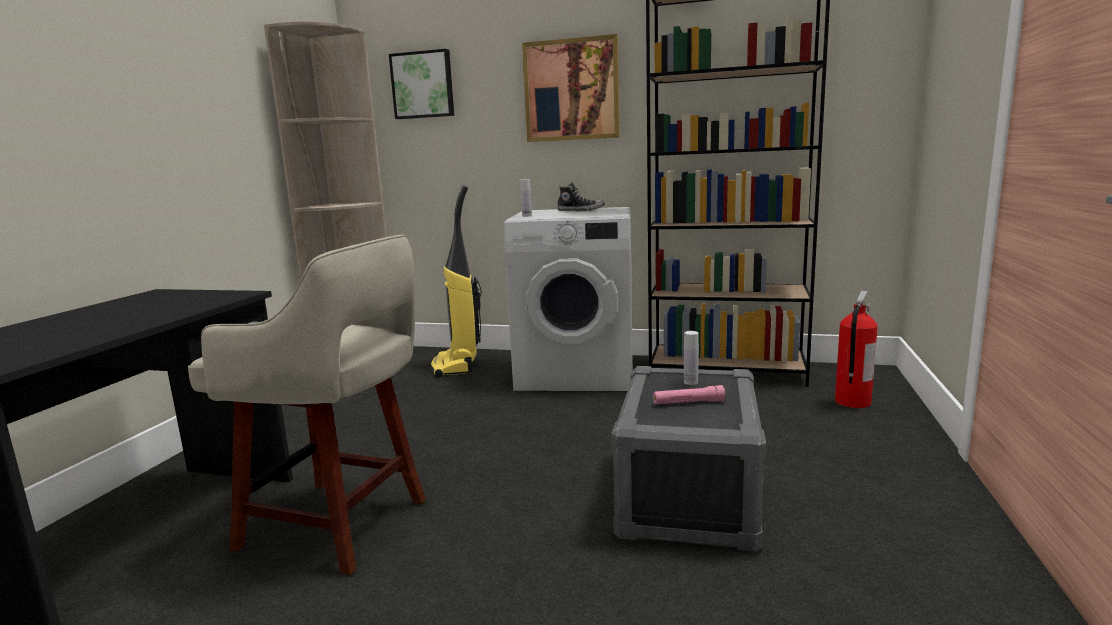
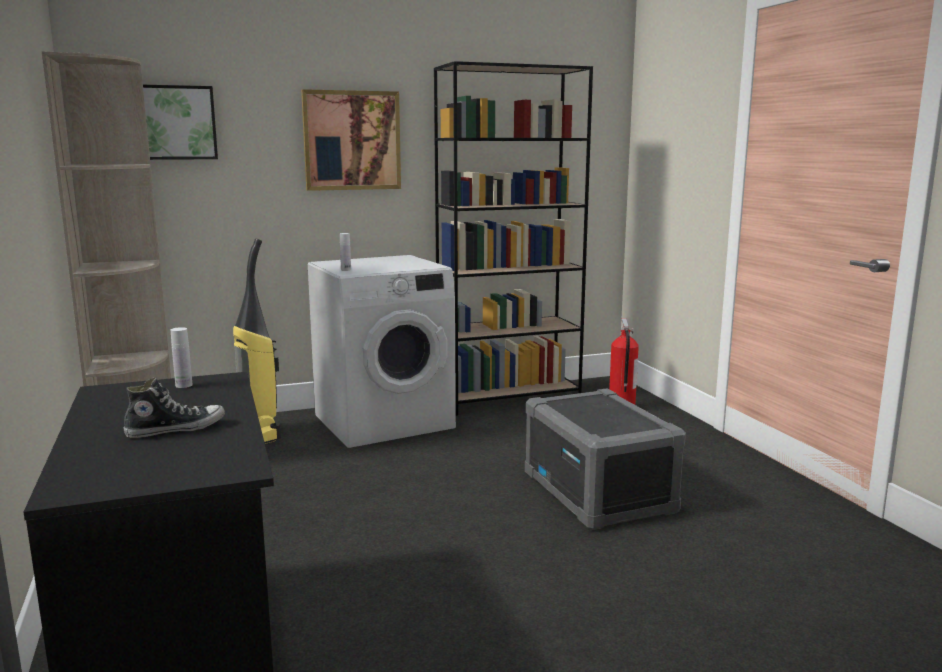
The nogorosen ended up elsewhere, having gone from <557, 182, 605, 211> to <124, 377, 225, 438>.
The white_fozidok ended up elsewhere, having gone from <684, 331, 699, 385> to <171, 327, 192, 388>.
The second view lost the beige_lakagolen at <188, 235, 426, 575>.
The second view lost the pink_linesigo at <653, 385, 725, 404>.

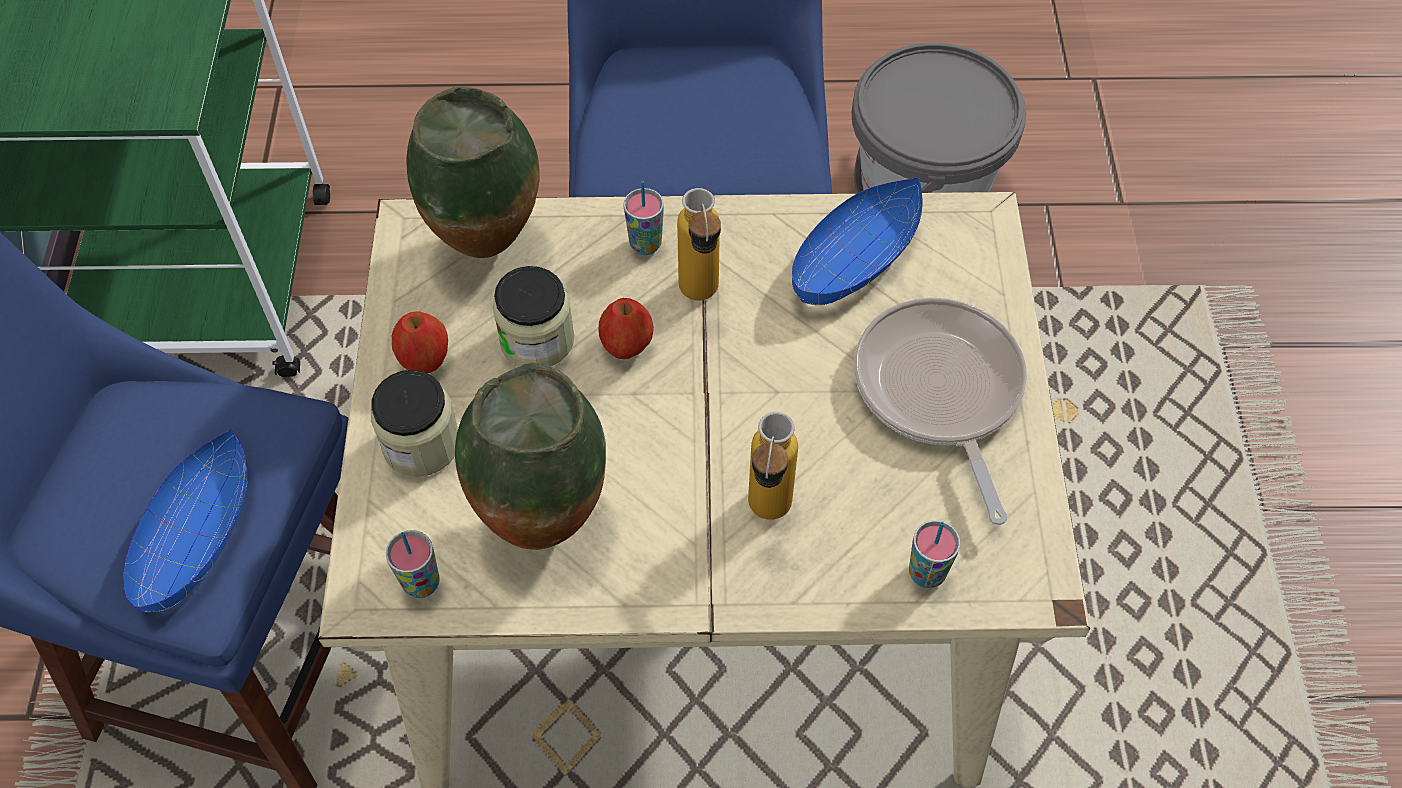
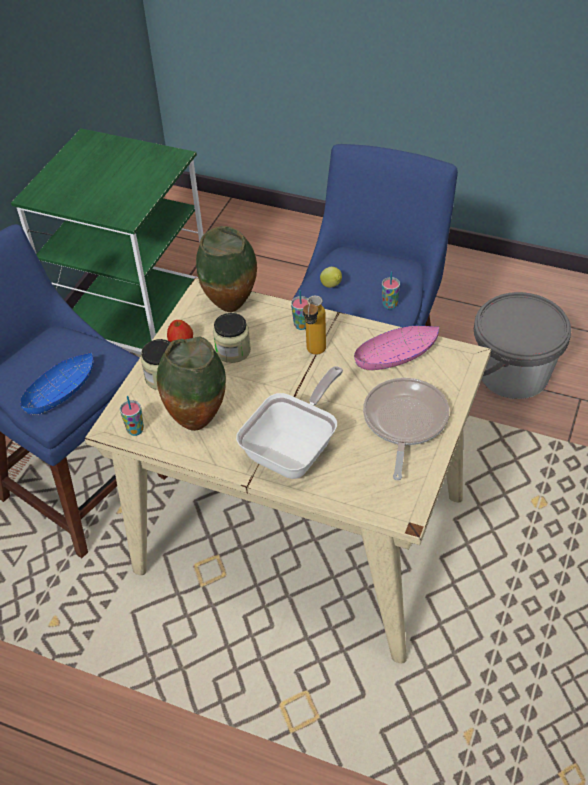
Where the fozidok stood at <748, 412, 798, 520>, the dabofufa came to stand at <236, 366, 343, 479>.
The second view gained the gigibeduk at <320, 267, 342, 288>.
What was the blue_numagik at <792, 177, 922, 305> turned into the pink_numagik at <354, 326, 439, 371>.
The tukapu ended up elsewhere, having gone from <909, 520, 960, 588> to <382, 271, 400, 309>.
The second view lost the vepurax at <599, 298, 654, 359>.

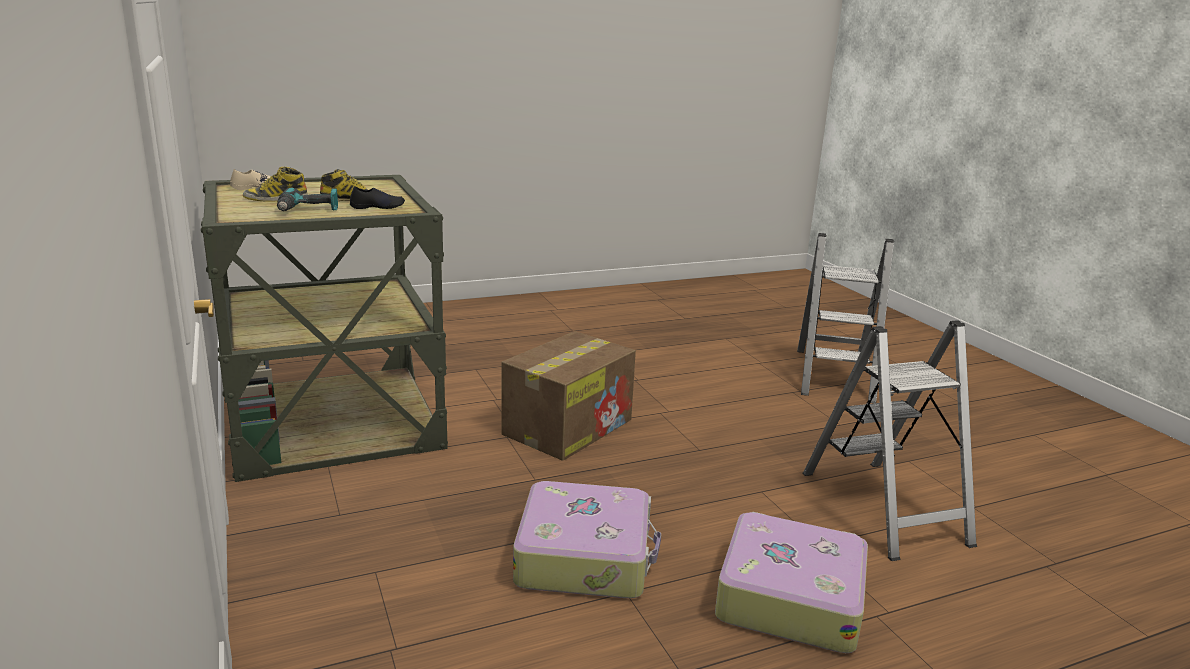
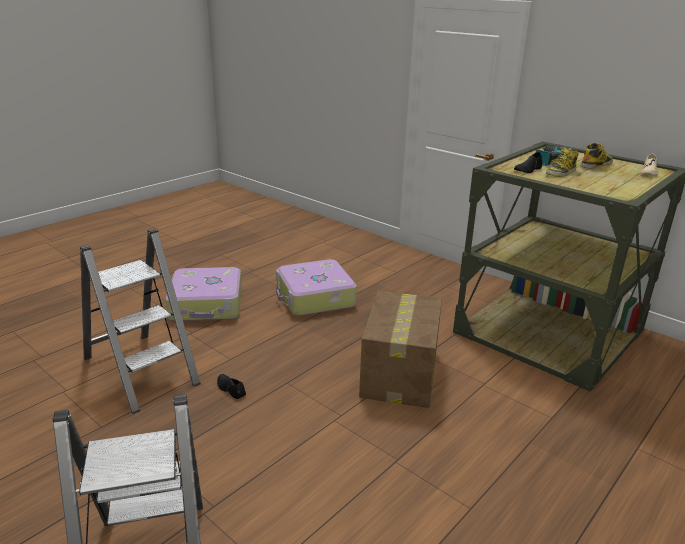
The second view gained the black_nogorosen at <217, 374, 246, 399>.

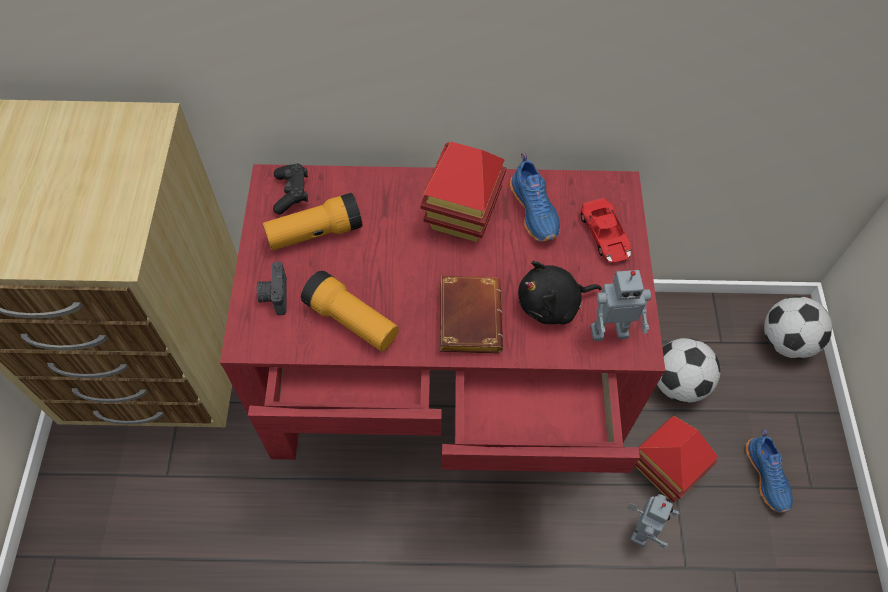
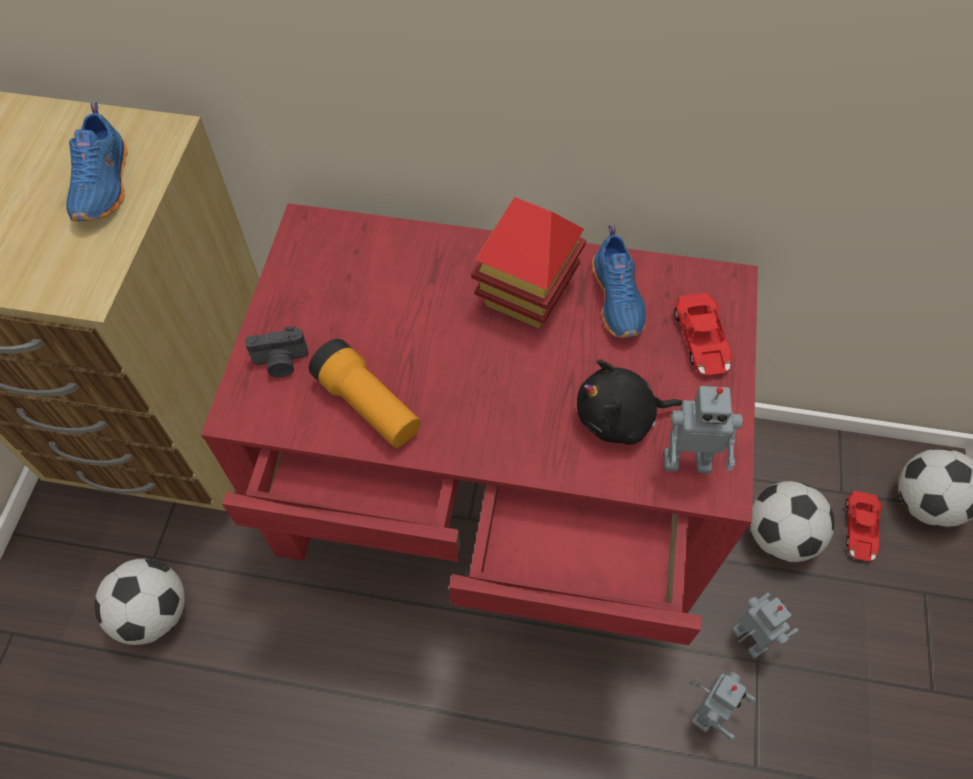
The blue_nogorosen ended up elsewhere, having gone from <746, 430, 793, 512> to <66, 102, 127, 221>.
The second view gained the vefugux at <95, 559, 185, 645>.
The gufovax at <257, 262, 287, 315> ended up facing another way, 105 degrees counterclockwise from before.
Where the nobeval stood at <635, 416, 718, 502>, the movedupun came to stand at <732, 592, 799, 659>.
The second view gained the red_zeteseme at <845, 491, 882, 561>.
The second view lost the linesigo at <263, 193, 363, 251>.
The second view lost the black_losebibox at <273, 163, 308, 214>.
The second view lost the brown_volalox at <440, 275, 503, 353>.

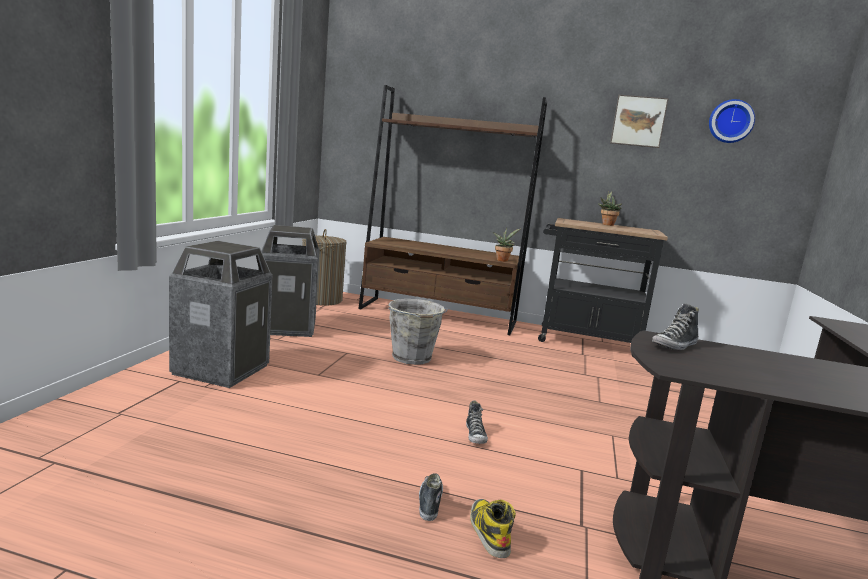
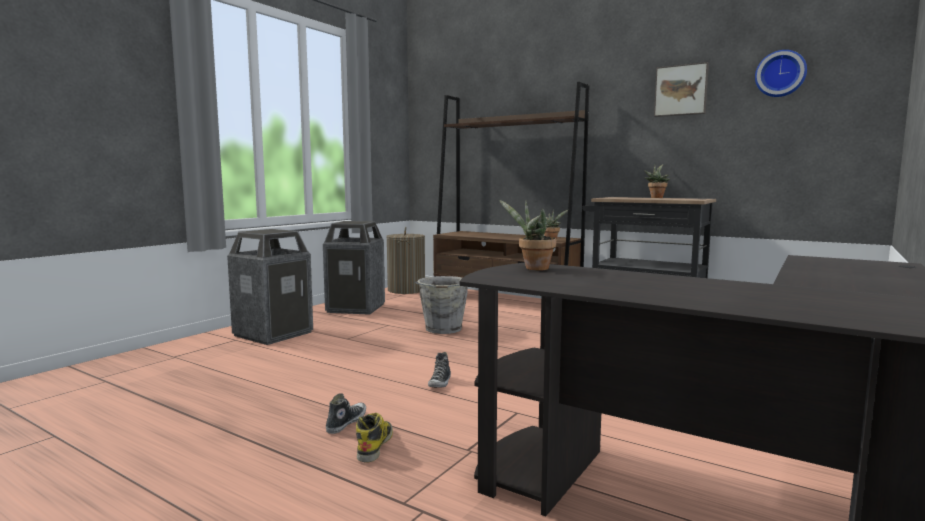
Where the nogorosen stood at <652, 303, 699, 350>, the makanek came to stand at <499, 200, 556, 270>.

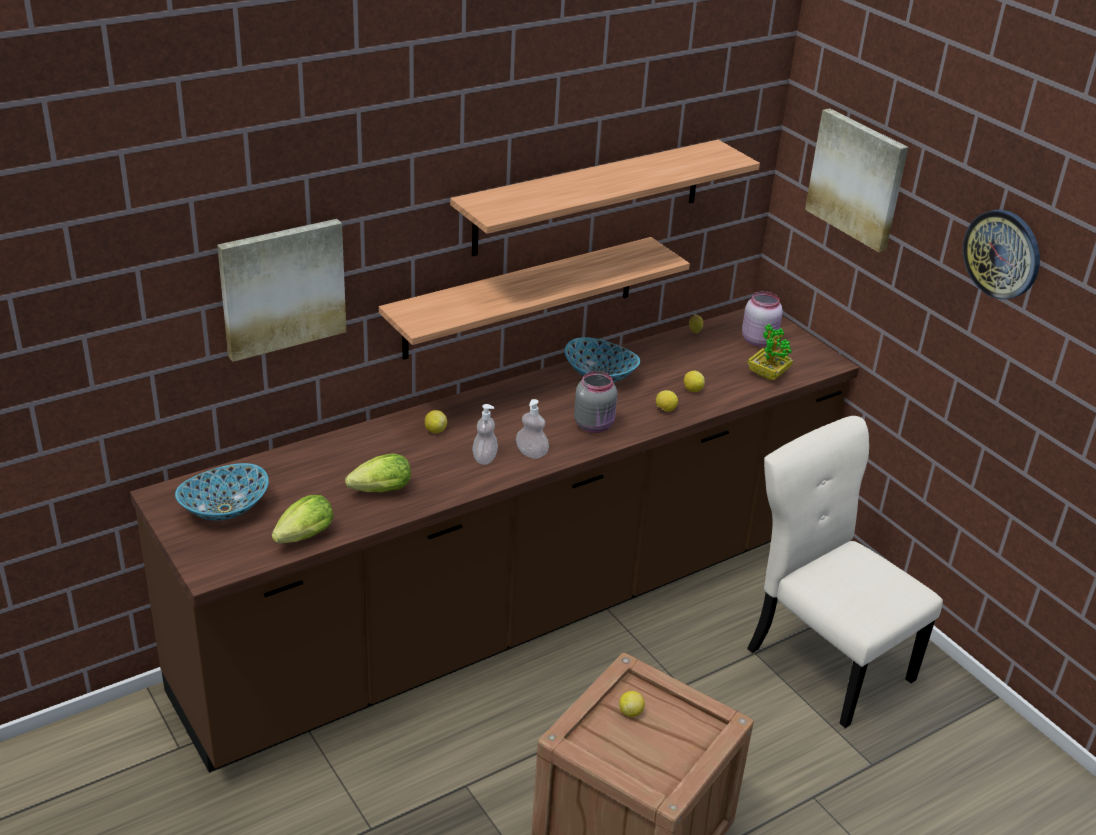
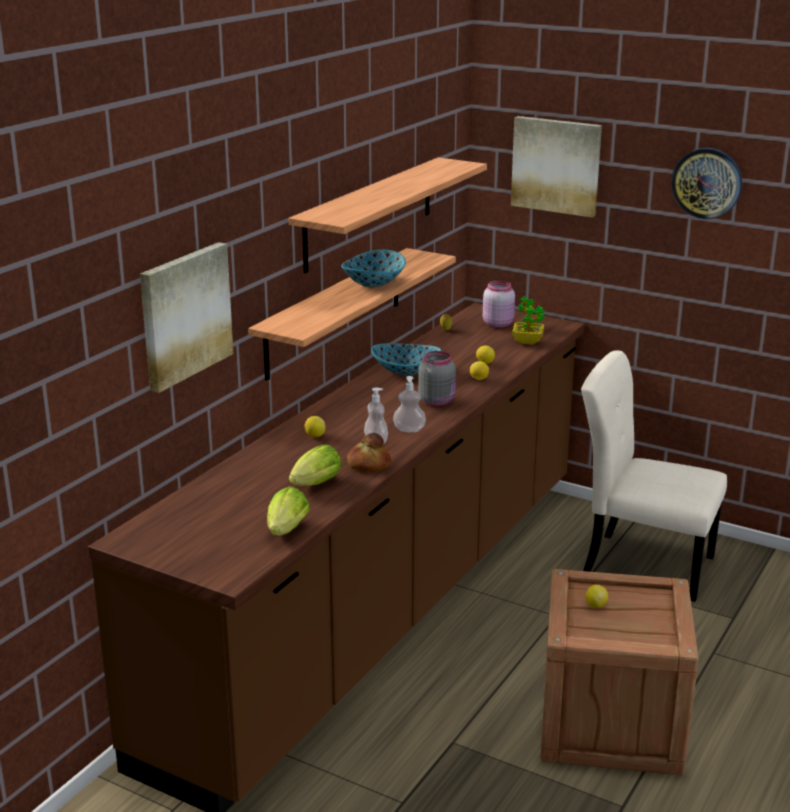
The numagik ended up elsewhere, having gone from <175, 463, 269, 521> to <341, 250, 406, 287>.
The second view gained the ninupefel at <347, 433, 391, 472>.

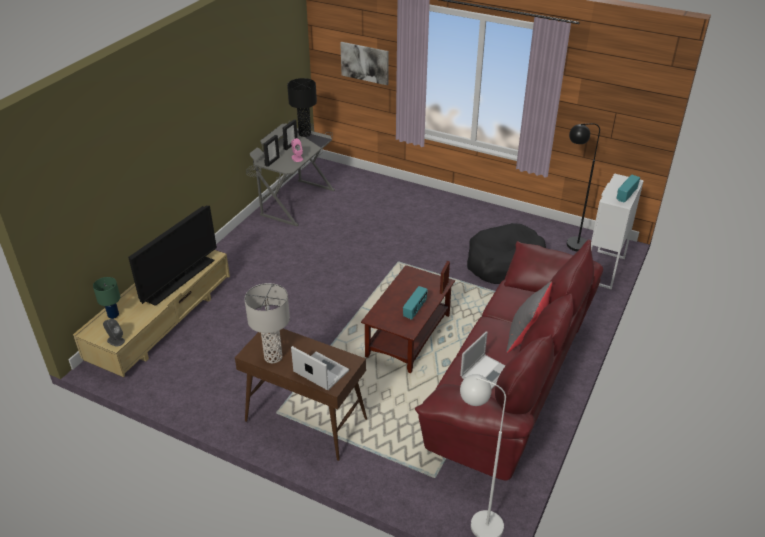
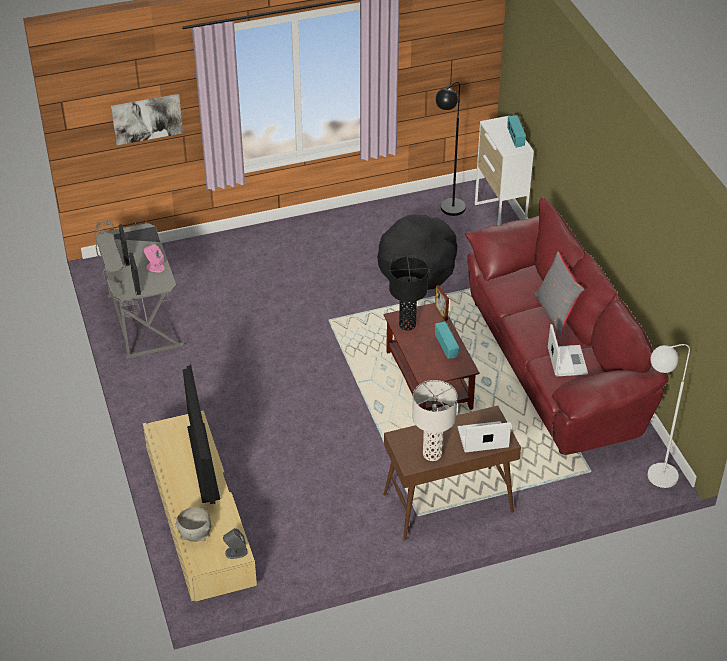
Where the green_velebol stood at <93, 277, 120, 319>, the grey_numagik came to stand at <174, 507, 212, 542>.
The black_velebol ended up elsewhere, having gone from <287, 78, 317, 137> to <389, 256, 429, 330>.

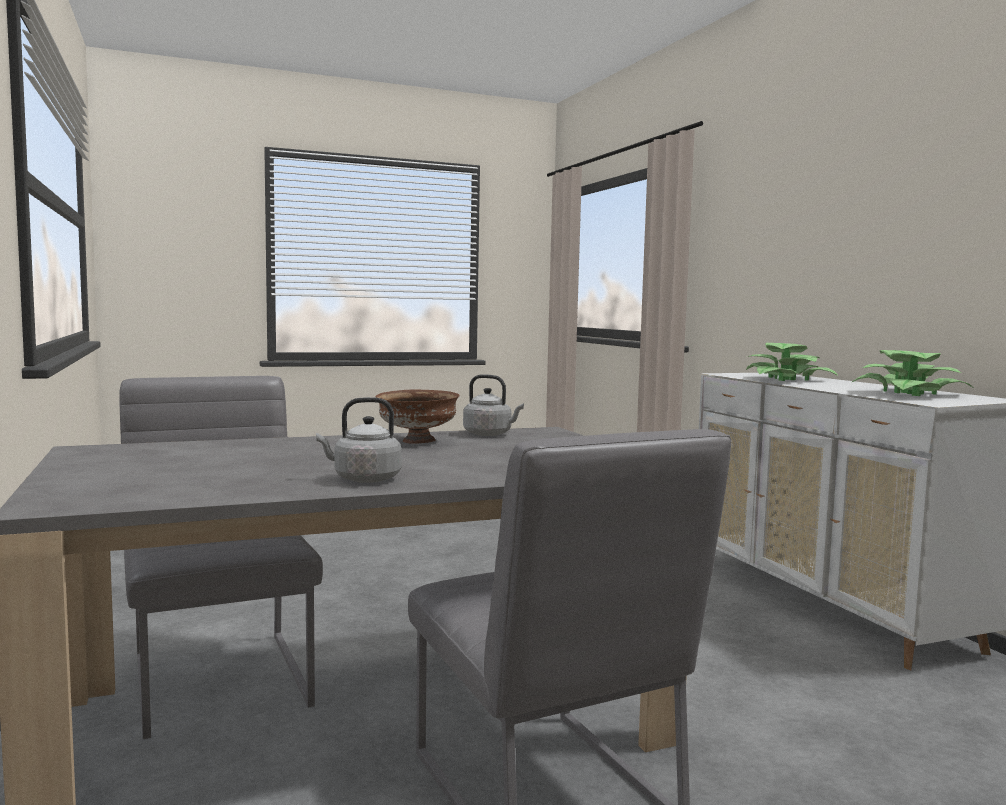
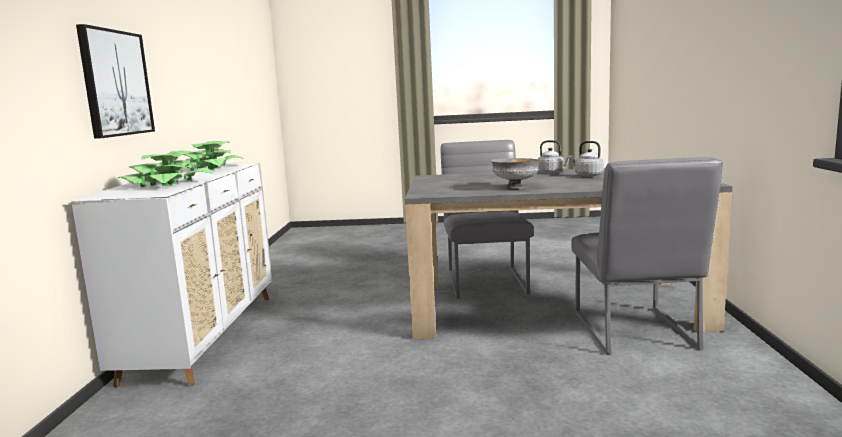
The second view gained the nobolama at <76, 24, 155, 139>.
What was the brown_numagik at <376, 390, 460, 444> turned into the grey_numagik at <491, 158, 541, 189>.
The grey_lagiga ended up elsewhere, having gone from <463, 374, 524, 436> to <569, 141, 604, 177>.

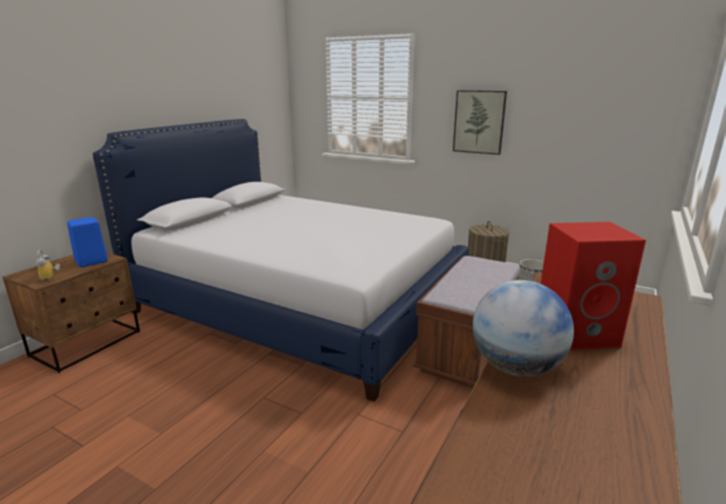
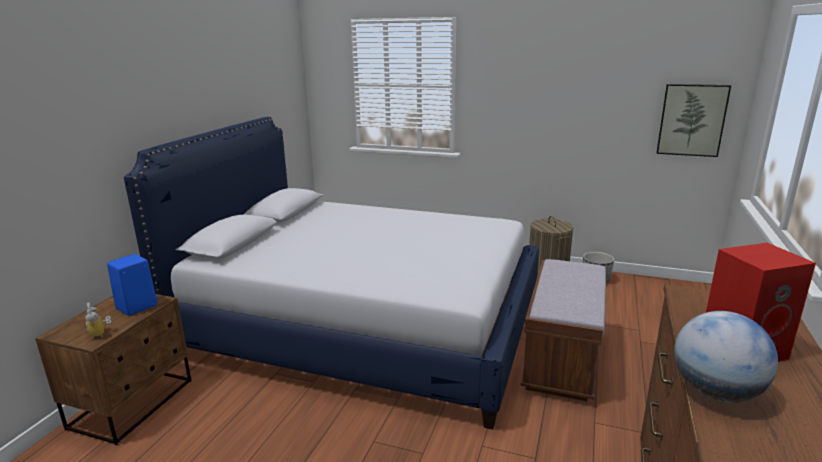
The nobolama ended up elsewhere, having gone from <453, 90, 507, 155> to <656, 84, 731, 157>.

